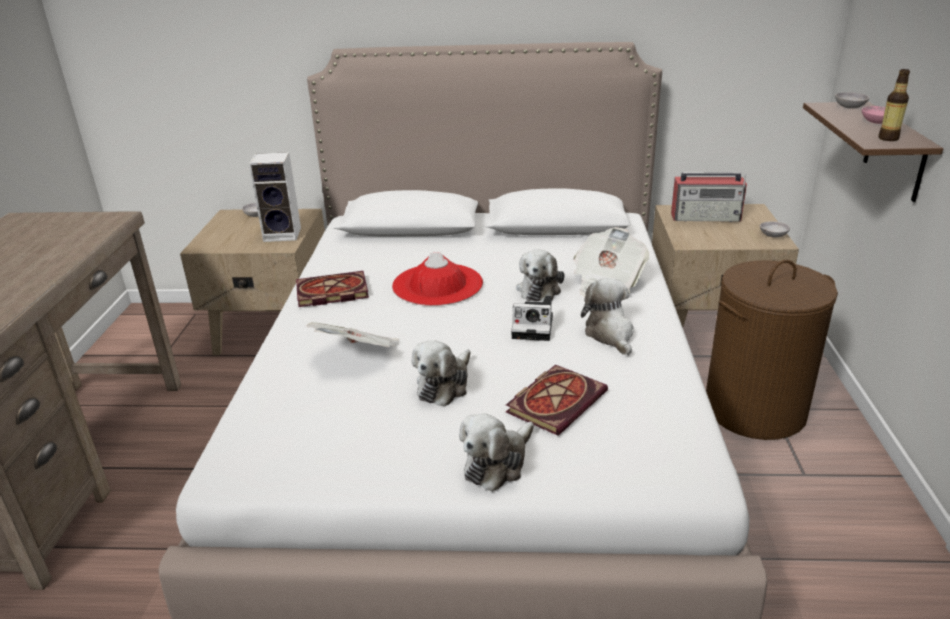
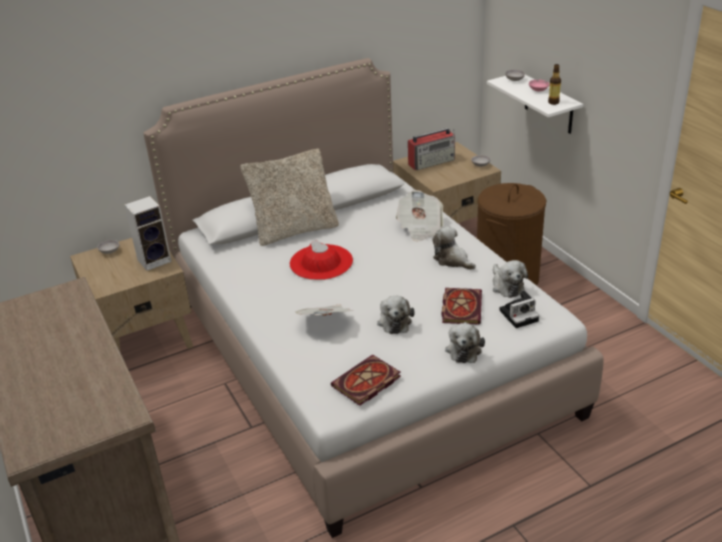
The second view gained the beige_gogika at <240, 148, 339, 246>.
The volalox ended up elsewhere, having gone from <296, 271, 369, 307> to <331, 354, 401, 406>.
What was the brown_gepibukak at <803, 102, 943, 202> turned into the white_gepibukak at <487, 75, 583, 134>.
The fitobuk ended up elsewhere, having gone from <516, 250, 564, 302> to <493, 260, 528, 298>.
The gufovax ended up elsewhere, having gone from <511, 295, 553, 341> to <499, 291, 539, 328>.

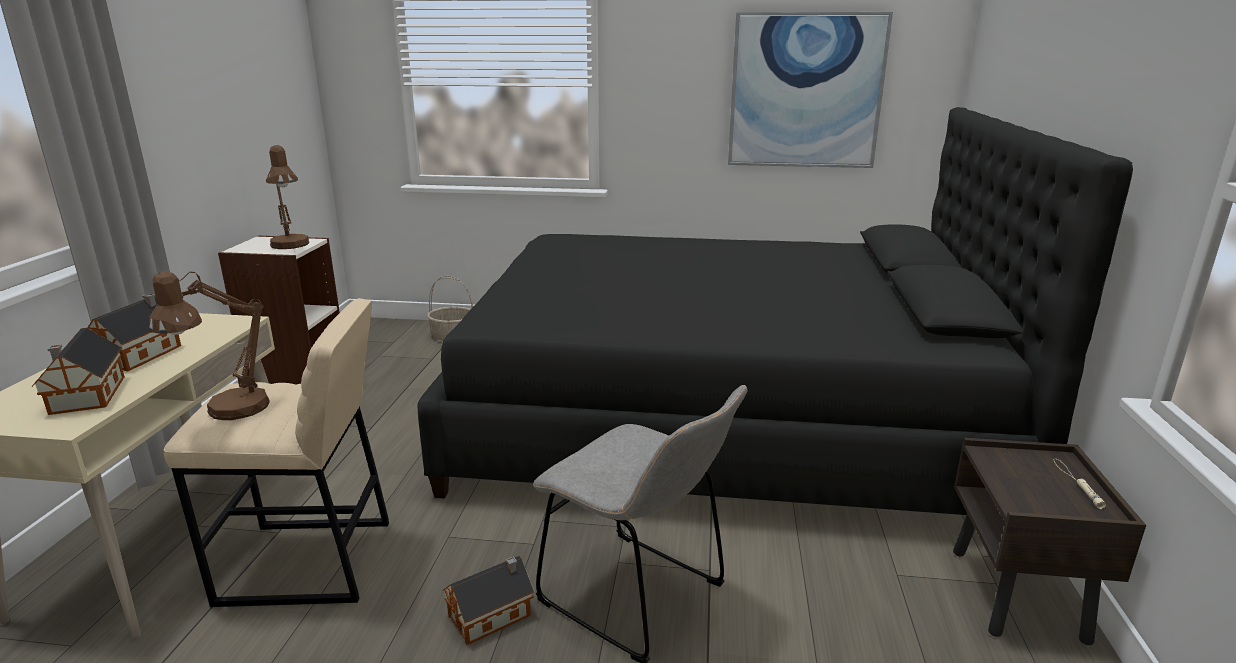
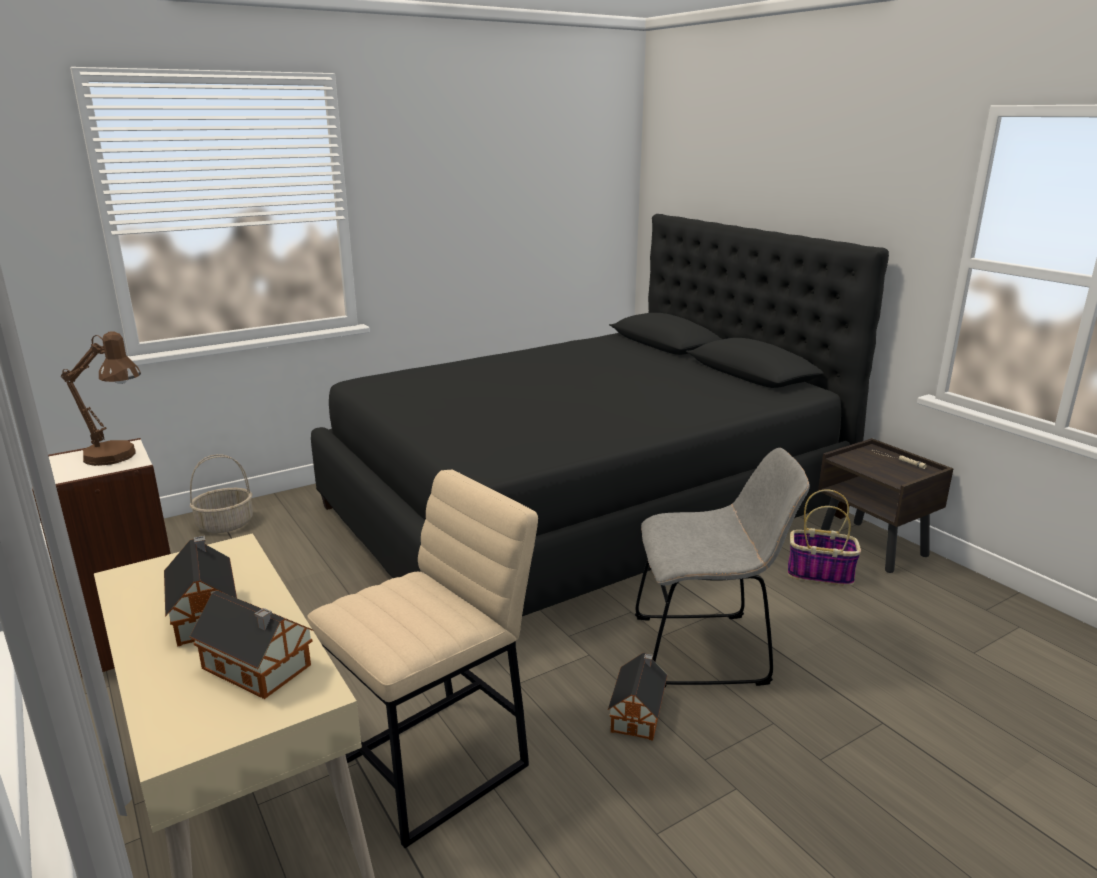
The second view gained the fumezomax at <788, 489, 861, 586>.
The second view lost the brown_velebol at <149, 271, 269, 420>.
The second view lost the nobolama at <728, 12, 893, 168>.

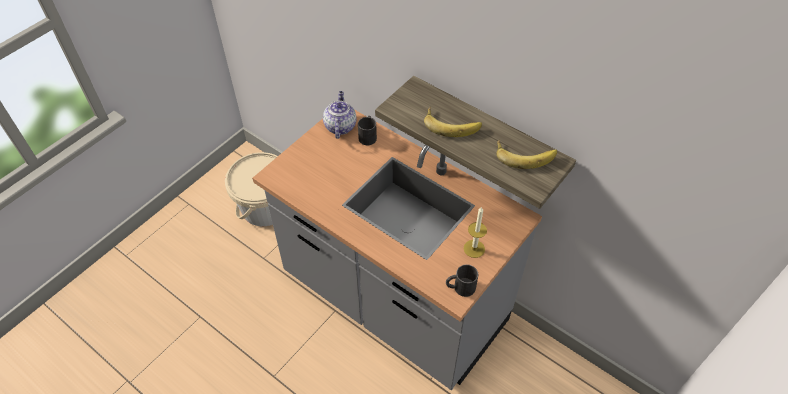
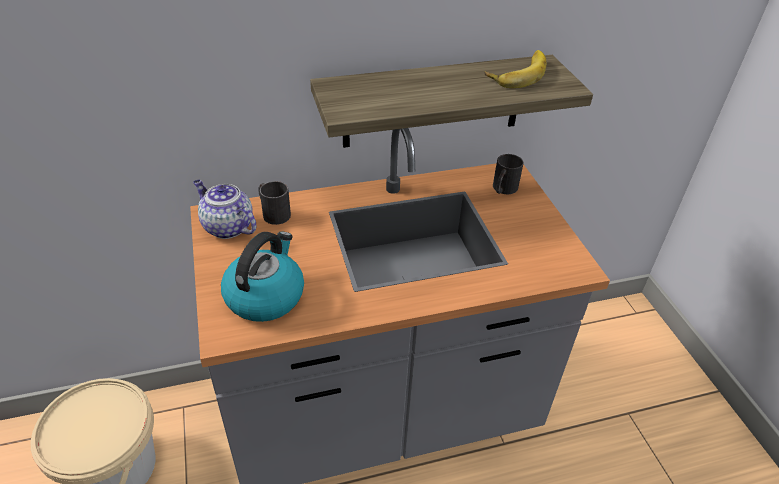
The second view gained the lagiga at <221, 232, 304, 322>.
The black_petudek ended up elsewhere, having gone from <446, 264, 478, 297> to <493, 154, 523, 194>.
The second view lost the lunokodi at <424, 107, 482, 137>.
The second view lost the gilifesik at <464, 206, 487, 258>.

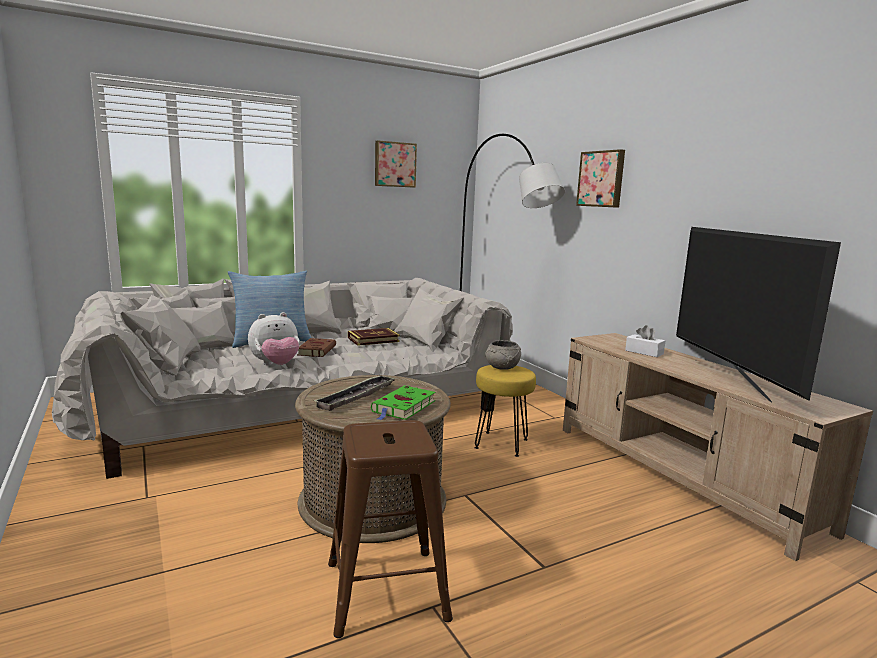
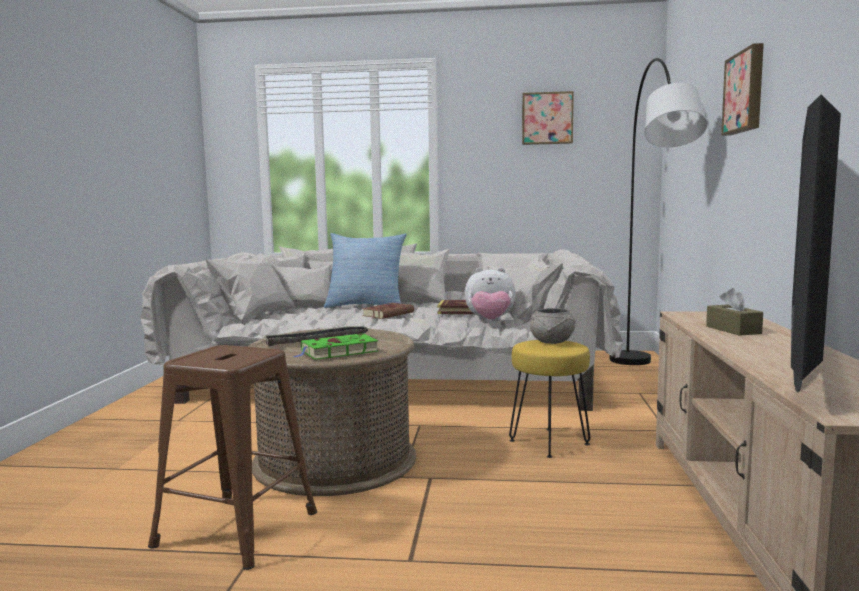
The fitobuk ended up elsewhere, having gone from <248, 312, 300, 365> to <465, 267, 515, 322>.
What was the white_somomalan at <625, 325, 665, 357> turned into the brown_somomalan at <706, 288, 763, 336>.

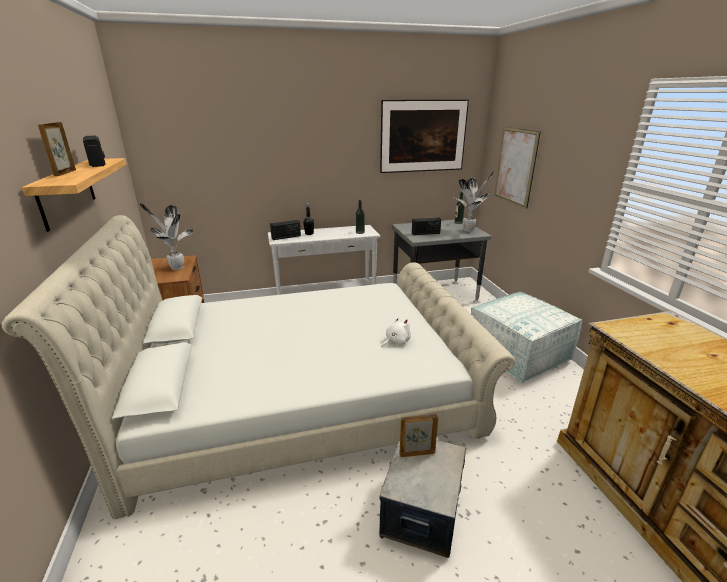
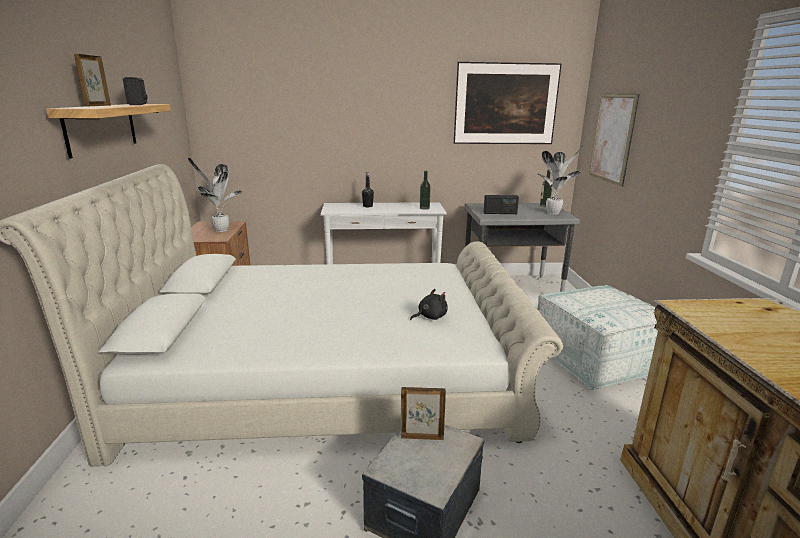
What was the white_fitobuk at <381, 317, 411, 347> turned into the black_fitobuk at <410, 289, 448, 320>.
The second view lost the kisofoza at <270, 220, 301, 240>.

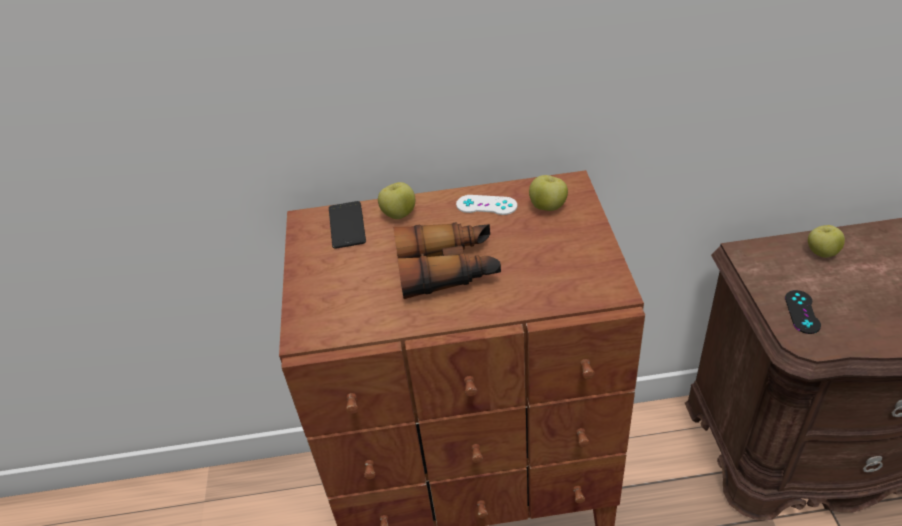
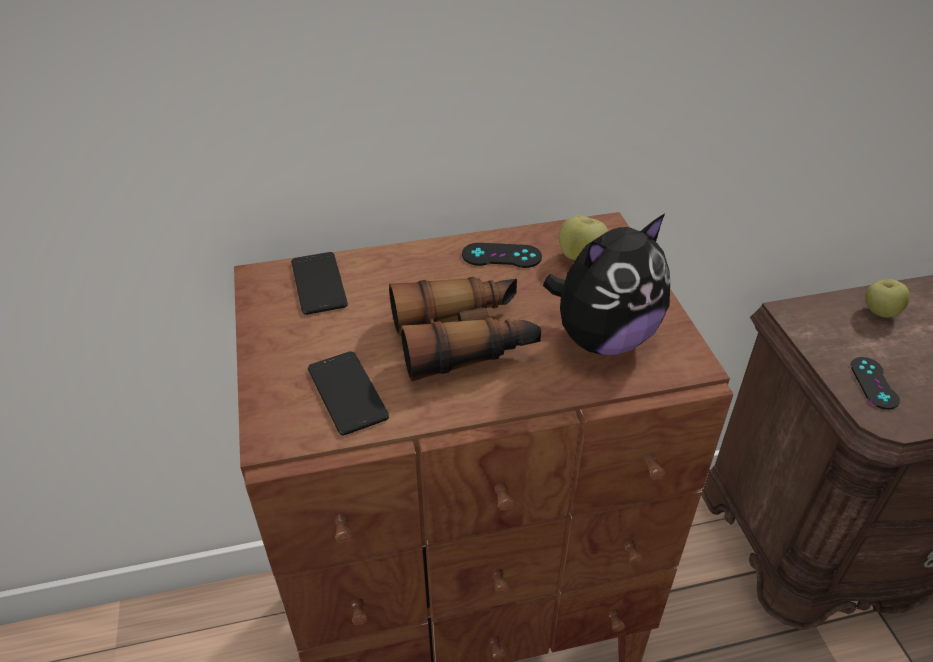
The second view gained the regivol at <308, 351, 389, 436>.
What was the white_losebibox at <456, 195, 517, 215> turned into the black_losebibox at <462, 243, 542, 268>.
The second view gained the fitobuk at <543, 213, 670, 355>.
The second view lost the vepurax at <378, 182, 415, 219>.

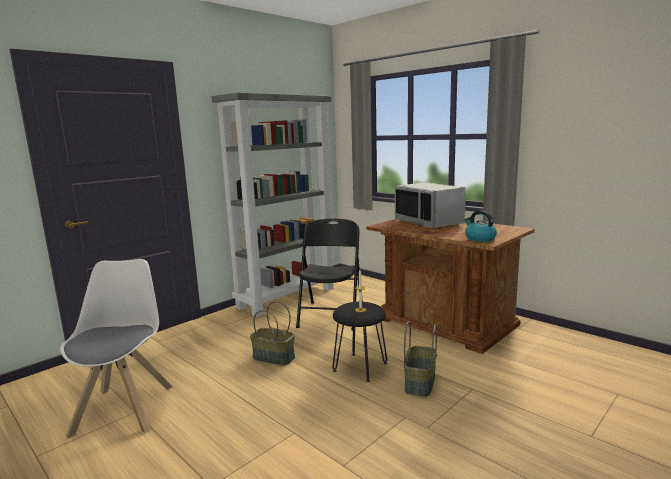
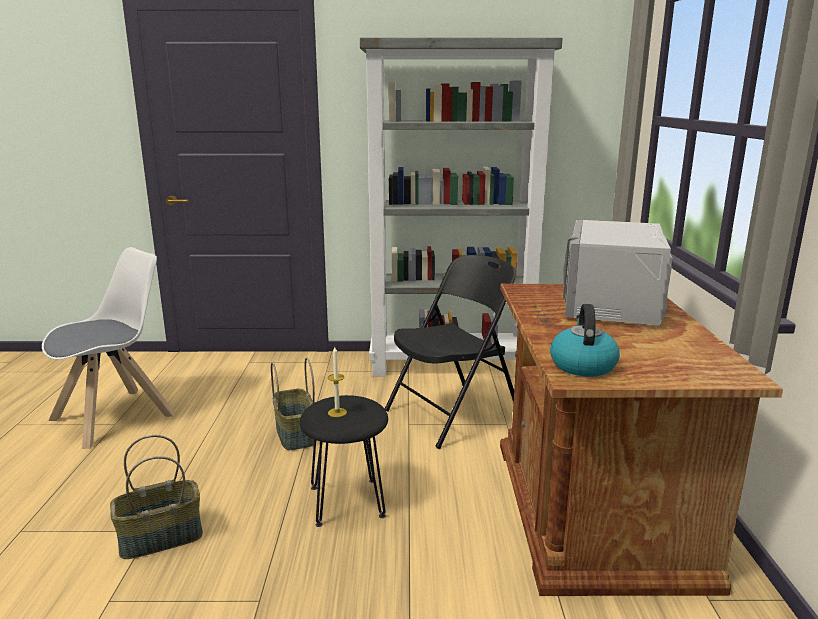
The fumezomax ended up elsewhere, having gone from <404, 321, 437, 397> to <110, 435, 203, 559>.

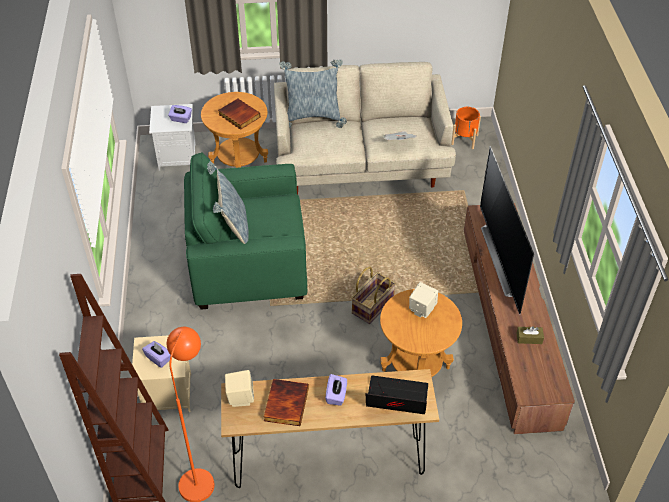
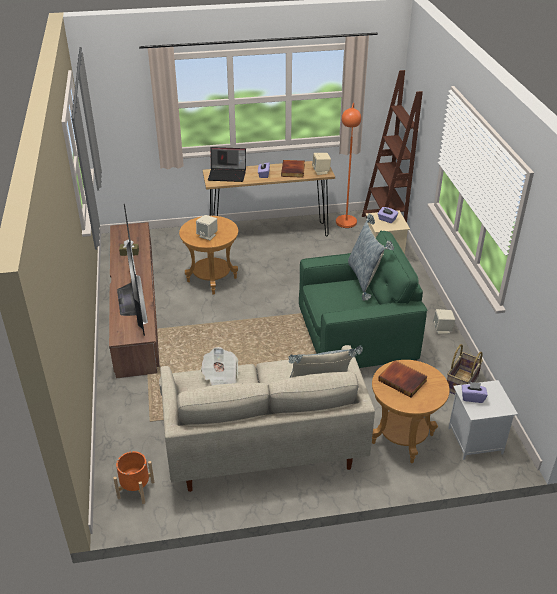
The second view gained the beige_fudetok at <433, 309, 455, 334>.
The fumezomax ended up elsewhere, having gone from <351, 266, 396, 324> to <447, 344, 483, 394>.

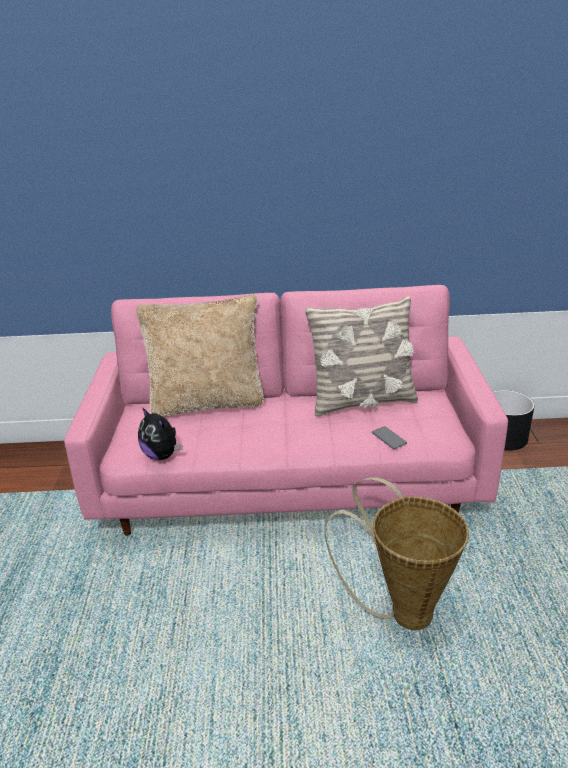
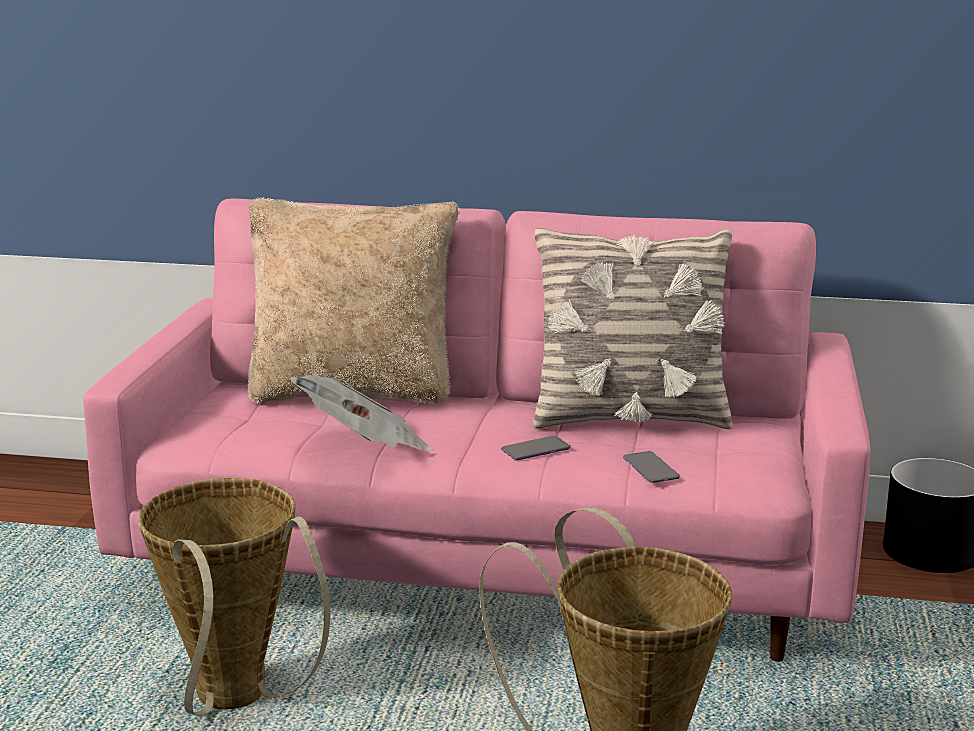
The second view gained the fumezomax at <138, 478, 330, 716>.
The second view gained the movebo at <290, 375, 435, 451>.
The second view gained the regivol at <501, 436, 570, 460>.
The second view lost the fitobuk at <138, 407, 183, 460>.

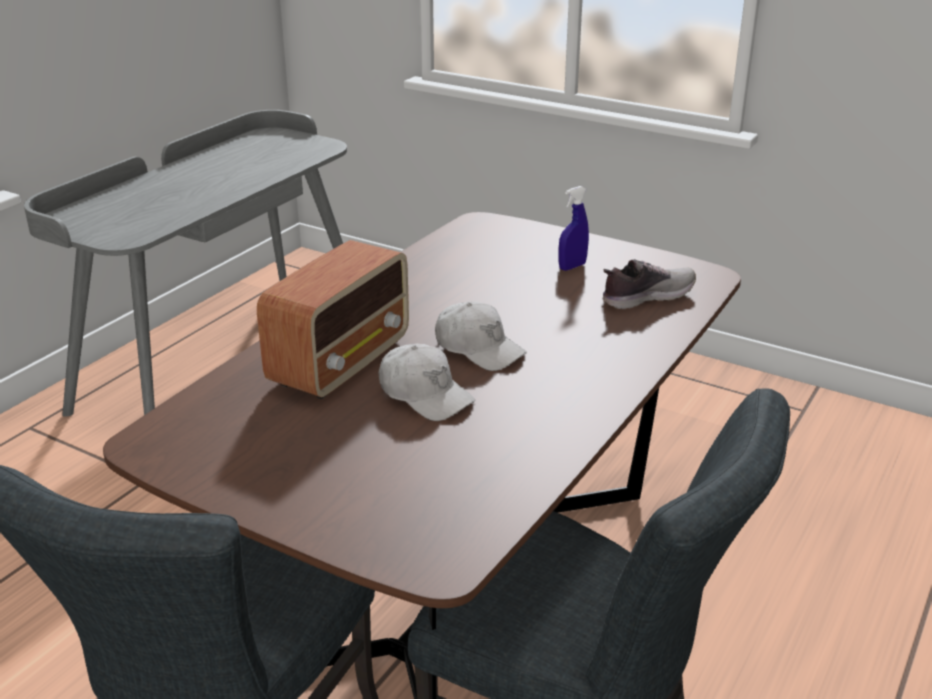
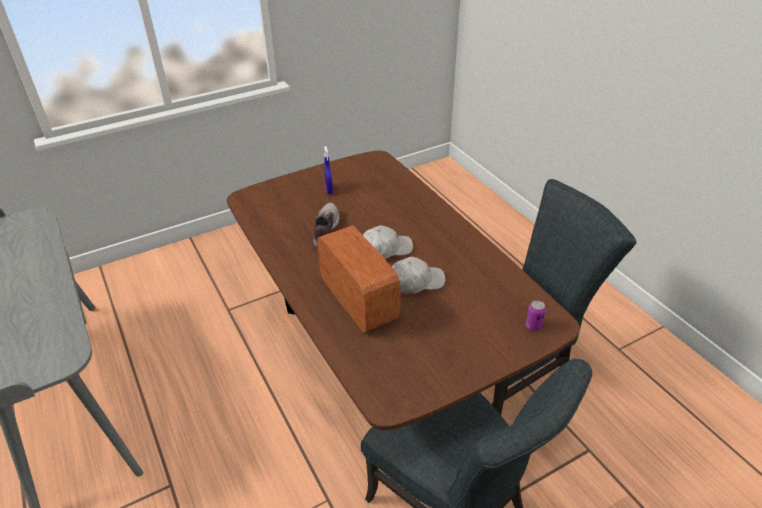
The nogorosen ended up elsewhere, having gone from <603, 259, 696, 309> to <314, 203, 340, 246>.
The second view gained the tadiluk at <526, 300, 546, 331>.

